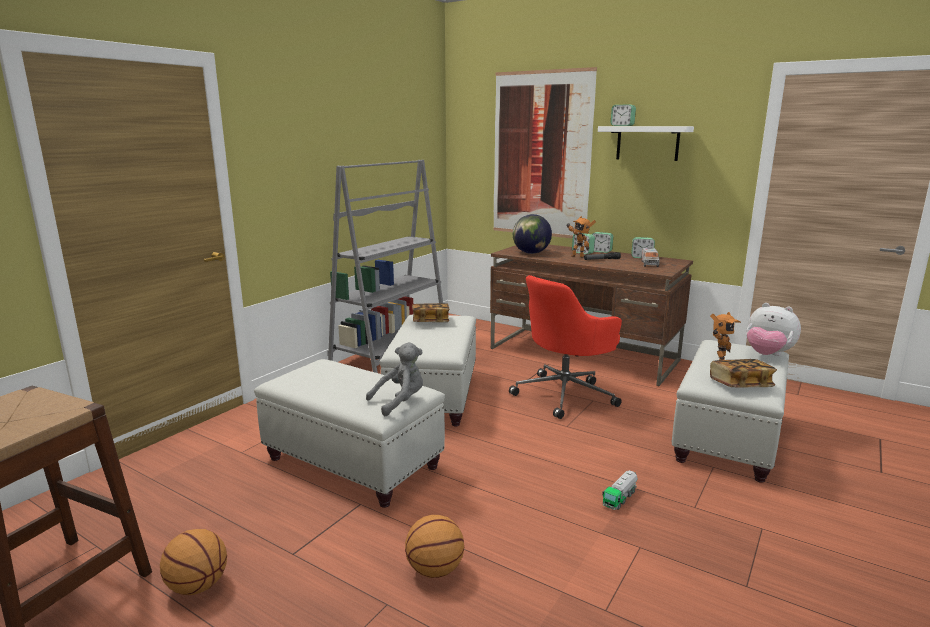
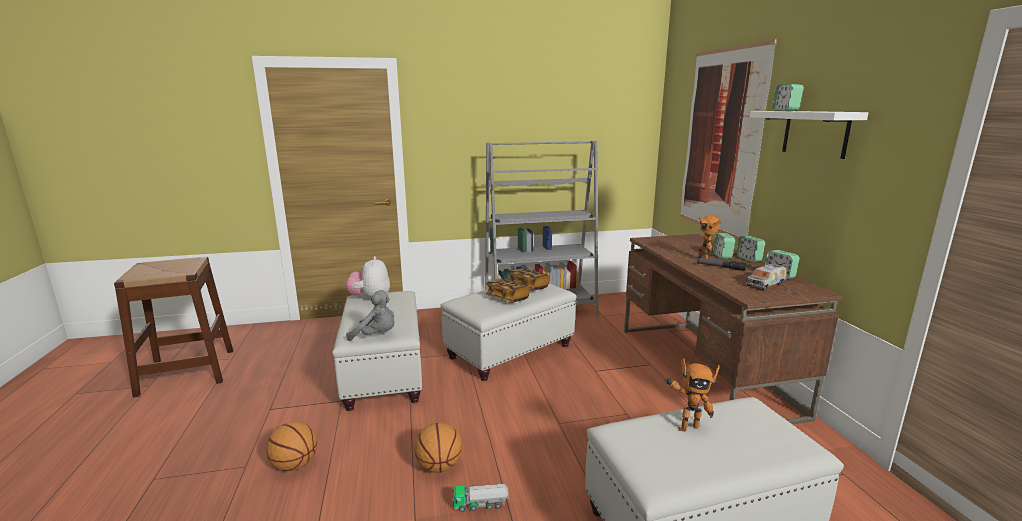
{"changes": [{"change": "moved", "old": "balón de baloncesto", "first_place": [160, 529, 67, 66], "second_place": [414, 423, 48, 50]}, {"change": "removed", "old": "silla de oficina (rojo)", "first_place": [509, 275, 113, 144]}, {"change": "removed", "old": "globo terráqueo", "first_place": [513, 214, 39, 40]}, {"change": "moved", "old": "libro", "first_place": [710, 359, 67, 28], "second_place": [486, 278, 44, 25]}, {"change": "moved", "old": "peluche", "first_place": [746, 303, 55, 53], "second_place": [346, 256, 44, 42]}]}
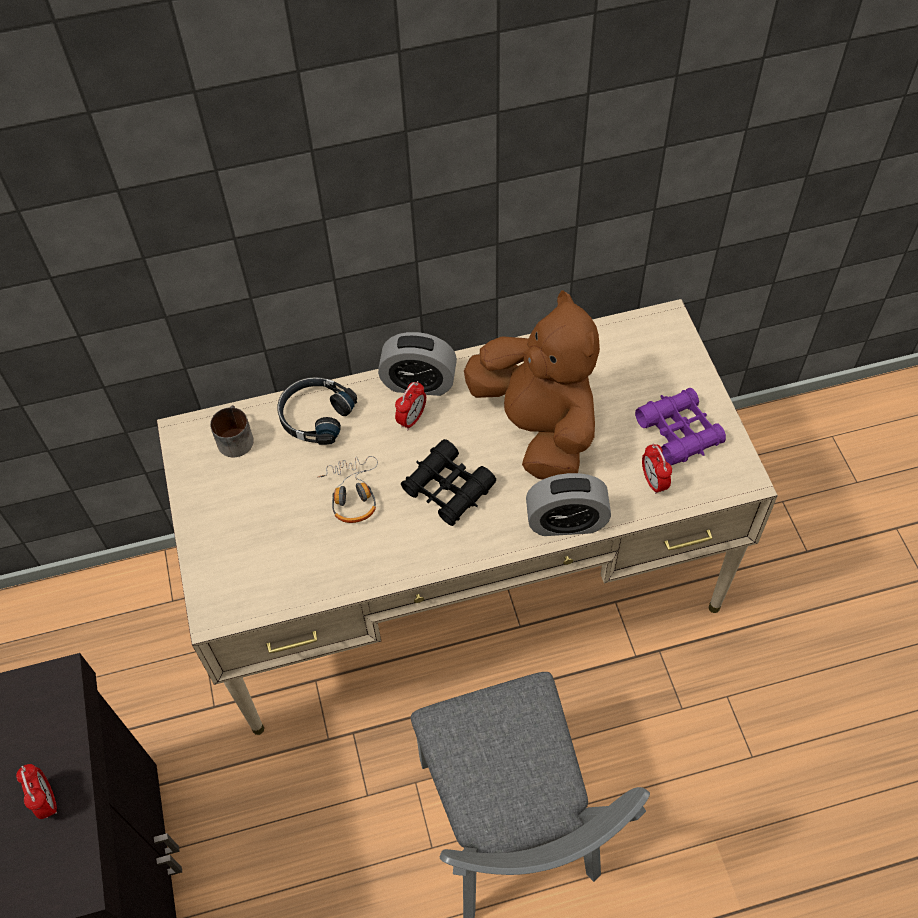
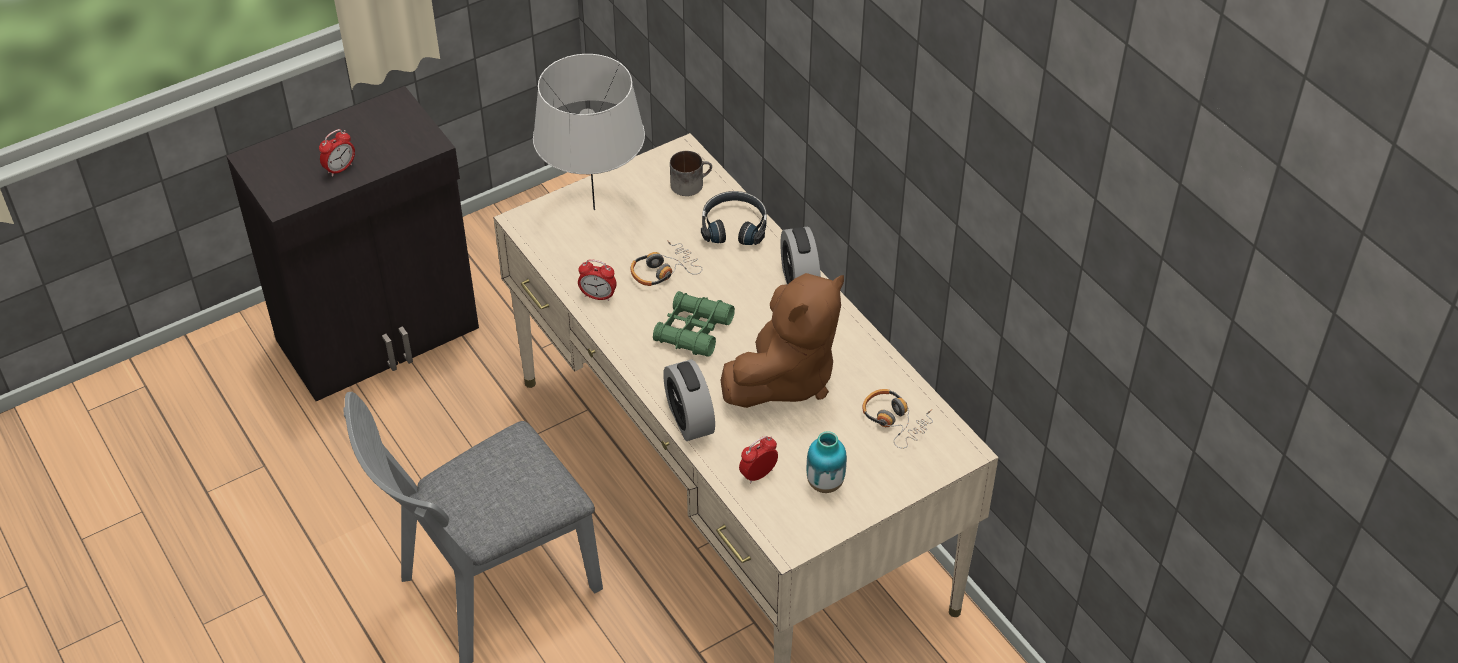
{"changes": [{"change": "moved", "old": "despertador", "first_place": [395, 381, 31, 49], "second_place": [578, 259, 39, 42]}, {"change": "recoloured", "old": "prismáticos (negro)", "new": "prismáticos (verde)", "first_place": [401, 439, 95, 87], "second_place": [653, 291, 82, 66]}, {"change": "replaced", "old": "prismáticos (morado)", "new": "florero", "first_place": [635, 388, 91, 77], "second_place": [806, 431, 41, 62]}, {"change": "added", "new": "lámpara de mesa (gris)", "second_place": [533, 54, 112, 156]}, {"change": "added", "new": "auriculares", "second_place": [862, 389, 71, 60]}]}
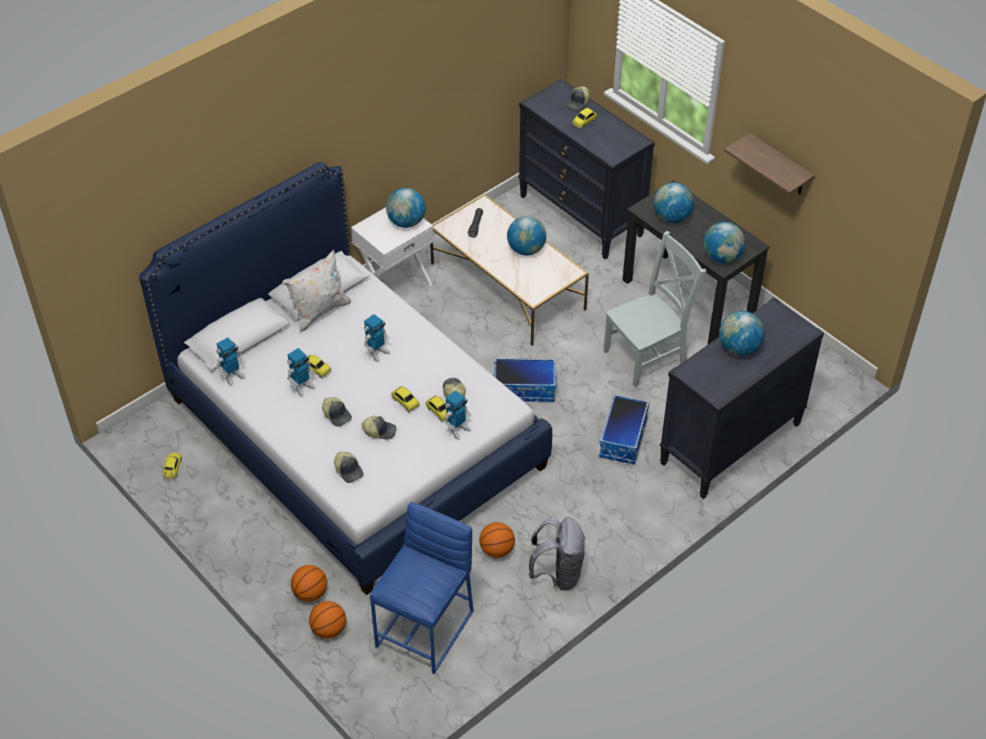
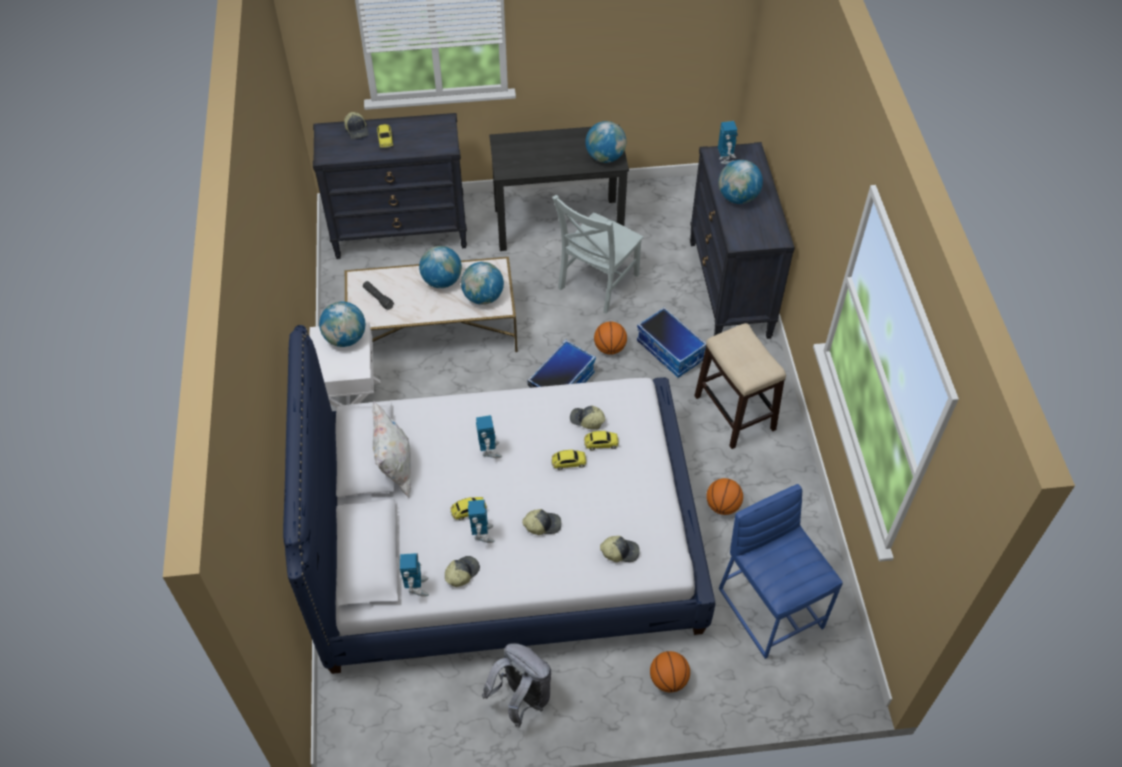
{"changes": [{"change": "removed", "old": "coche de juguete", "first_place": [163, 453, 19, 26]}, {"change": "moved", "old": "balón de baloncesto", "first_place": [309, 601, 37, 38], "second_place": [594, 321, 33, 34]}, {"change": "moved", "old": "gorra", "first_place": [361, 416, 35, 24], "second_place": [445, 556, 35, 31]}, {"change": "moved", "old": "robot de juguete", "first_place": [445, 390, 26, 50], "second_place": [718, 121, 20, 44]}, {"change": "moved", "old": "mochila (gris)", "first_place": [528, 517, 57, 74], "second_place": [482, 643, 69, 84]}, {"change": "turned", "old": "silla (gris)", "first_place": [603, 231, 103, 156], "second_place": [552, 195, 91, 118], "degrees": -150}, {"change": "moved", "old": "globo terráqueo", "first_place": [654, 183, 40, 40], "second_place": [461, 262, 43, 43]}, {"change": "removed", "old": "estante", "first_place": [724, 133, 91, 61]}, {"change": "added", "new": "taburete", "second_place": [694, 323, 92, 126]}]}
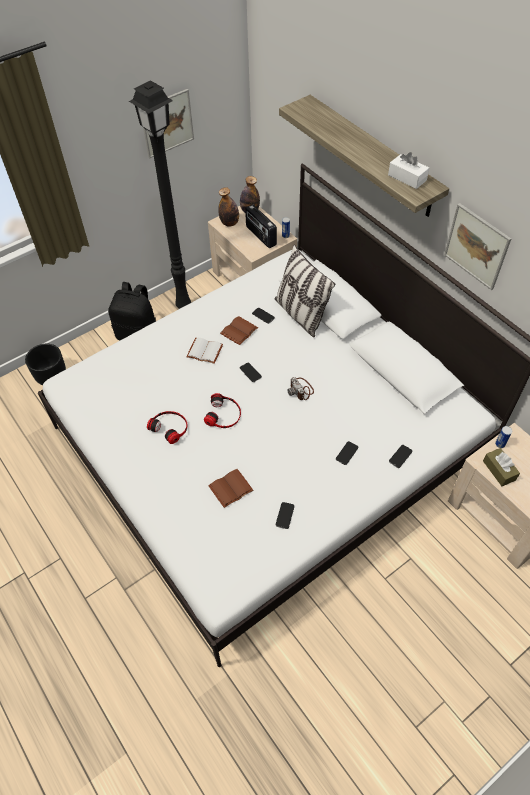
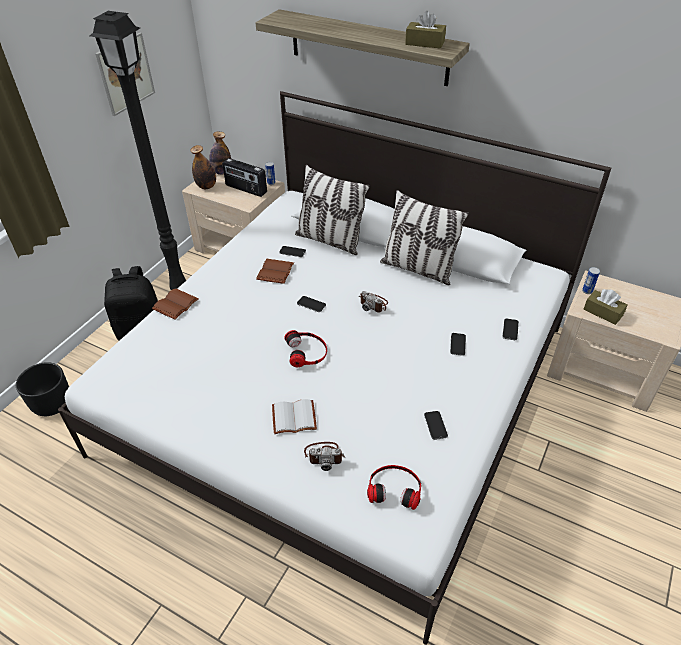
{"changes": [{"change": "moved", "old": "auriculares", "first_place": [147, 411, 40, 33], "second_place": [367, 465, 54, 45]}, {"change": "moved", "old": "libro (blanco)", "first_place": [186, 338, 37, 26], "second_place": [272, 399, 45, 35]}, {"change": "moved", "old": "libro (marrón)", "first_place": [208, 469, 45, 39], "second_place": [152, 289, 47, 31]}, {"change": "recoloured", "old": "caja de pañuelos (blanco)", "new": "caja de pañuelos (marrón)", "first_place": [388, 152, 41, 37], "second_place": [405, 11, 41, 38]}, {"change": "removed", "old": "cuadro", "first_place": [444, 203, 68, 87]}, {"change": "added", "new": "cámara", "second_place": [304, 442, 42, 29]}, {"change": "added", "new": "cojín", "second_place": [380, 190, 89, 95]}]}
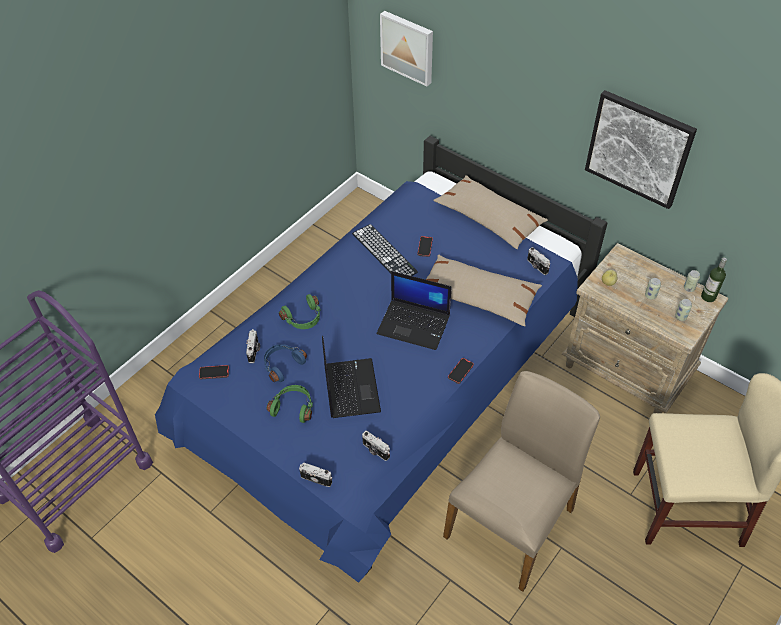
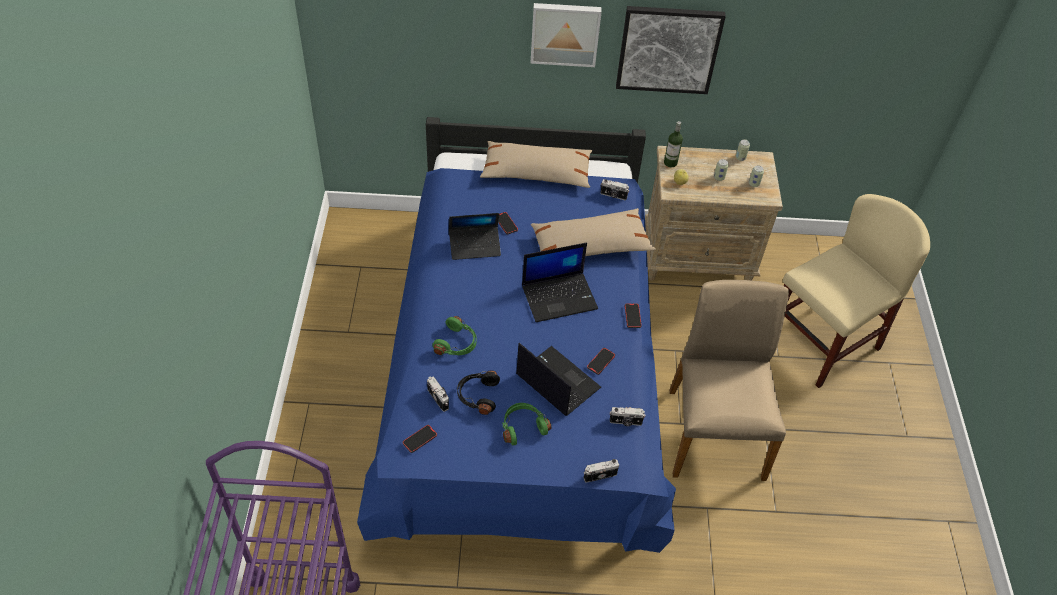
{"changes": [{"change": "recoloured", "old": "auriculares (azul)", "new": "auriculares (negro)", "first_place": [264, 344, 43, 38], "second_place": [457, 370, 43, 45]}, {"change": "replaced", "old": "teclado", "new": "portátil", "first_place": [352, 224, 66, 52], "second_place": [449, 213, 52, 47]}, {"change": "moved", "old": "cuadro", "first_place": [380, 11, 53, 75], "second_place": [530, 3, 72, 64]}, {"change": "moved", "old": "botella", "first_place": [701, 258, 26, 44], "second_place": [664, 121, 19, 46]}, {"change": "added", "new": "móvil", "second_place": [587, 348, 28, 27]}]}
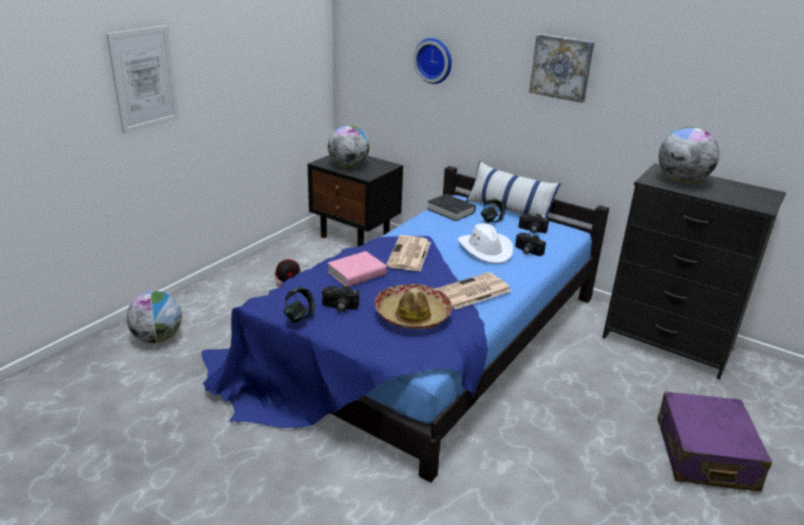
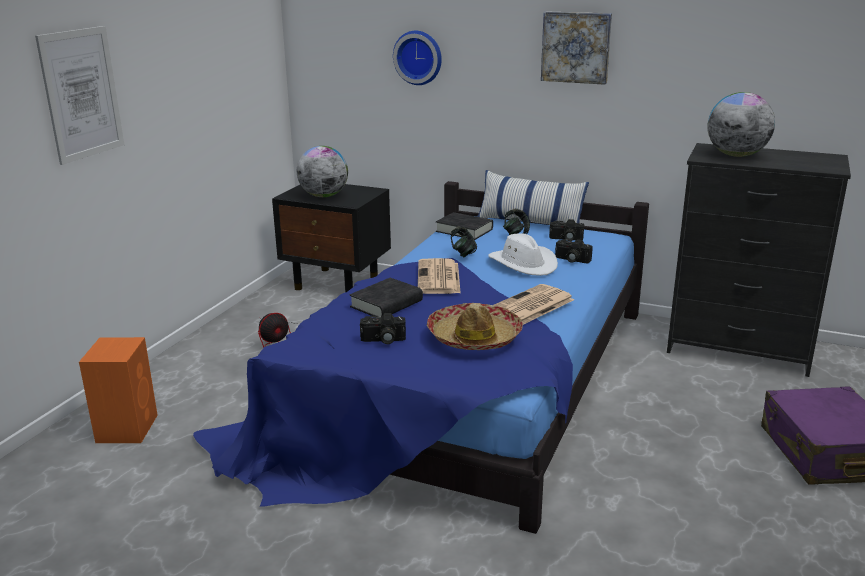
{"changes": [{"change": "replaced", "old": "globo terráqueo", "new": "altavoz (naranja)", "first_place": [126, 291, 56, 52], "second_place": [79, 337, 79, 106]}, {"change": "moved", "old": "auriculares", "first_place": [283, 287, 32, 36], "second_place": [451, 226, 26, 32]}, {"change": "recoloured", "old": "libro (rosa)", "new": "libro (negro)", "first_place": [327, 251, 60, 35], "second_place": [350, 278, 73, 40]}]}
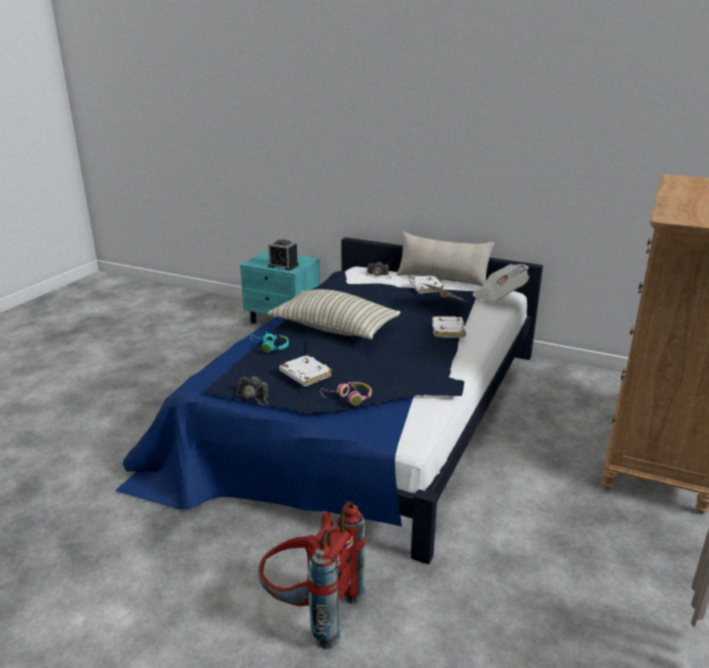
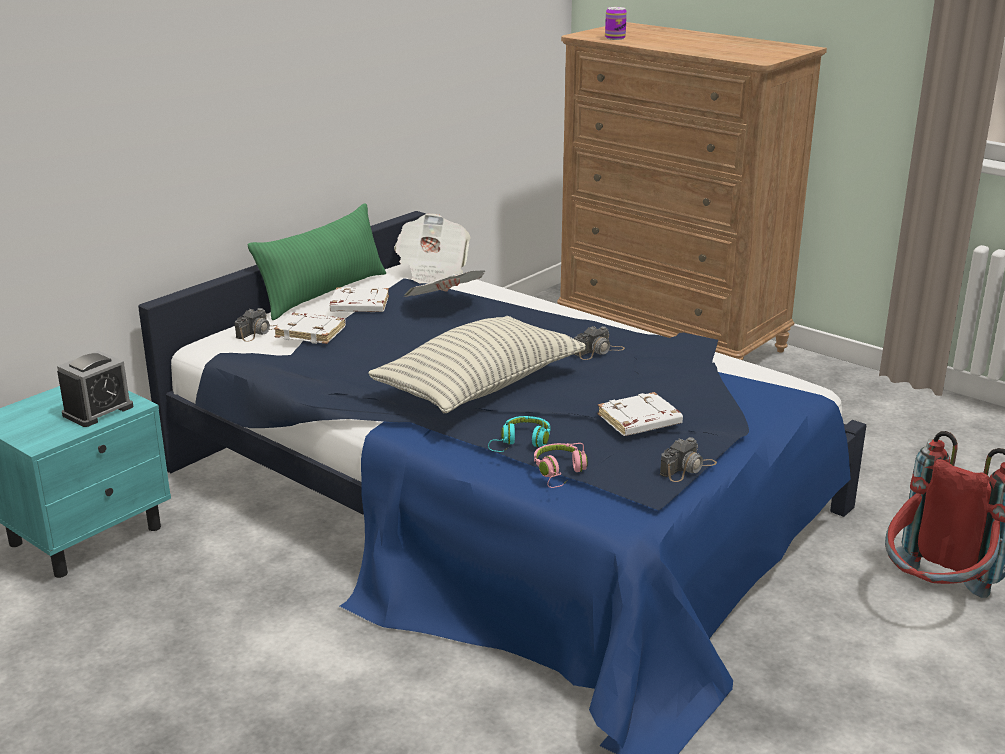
{"changes": [{"change": "moved", "old": "auriculares (rosa)", "first_place": [320, 382, 52, 23], "second_place": [534, 443, 54, 45]}, {"change": "recoloured", "old": "cojín (beis)", "new": "cojín (verde)", "first_place": [396, 232, 98, 55], "second_place": [248, 203, 138, 117]}, {"change": "moved", "old": "libro (blanco)", "first_place": [432, 316, 34, 22], "second_place": [274, 312, 72, 32]}, {"change": "added", "new": "cámara", "second_place": [574, 326, 51, 34]}, {"change": "added", "new": "lata", "second_place": [605, 7, 22, 33]}]}
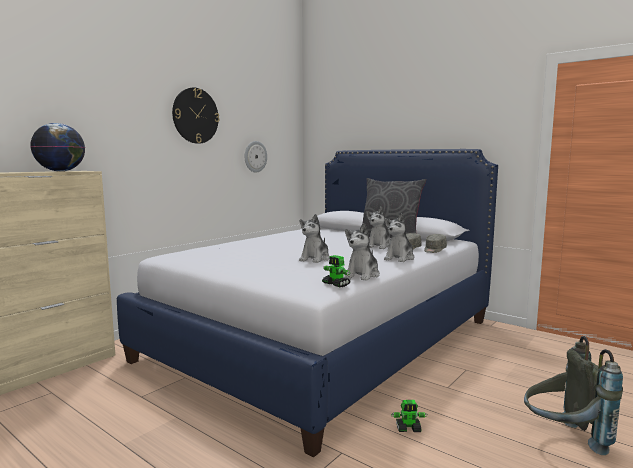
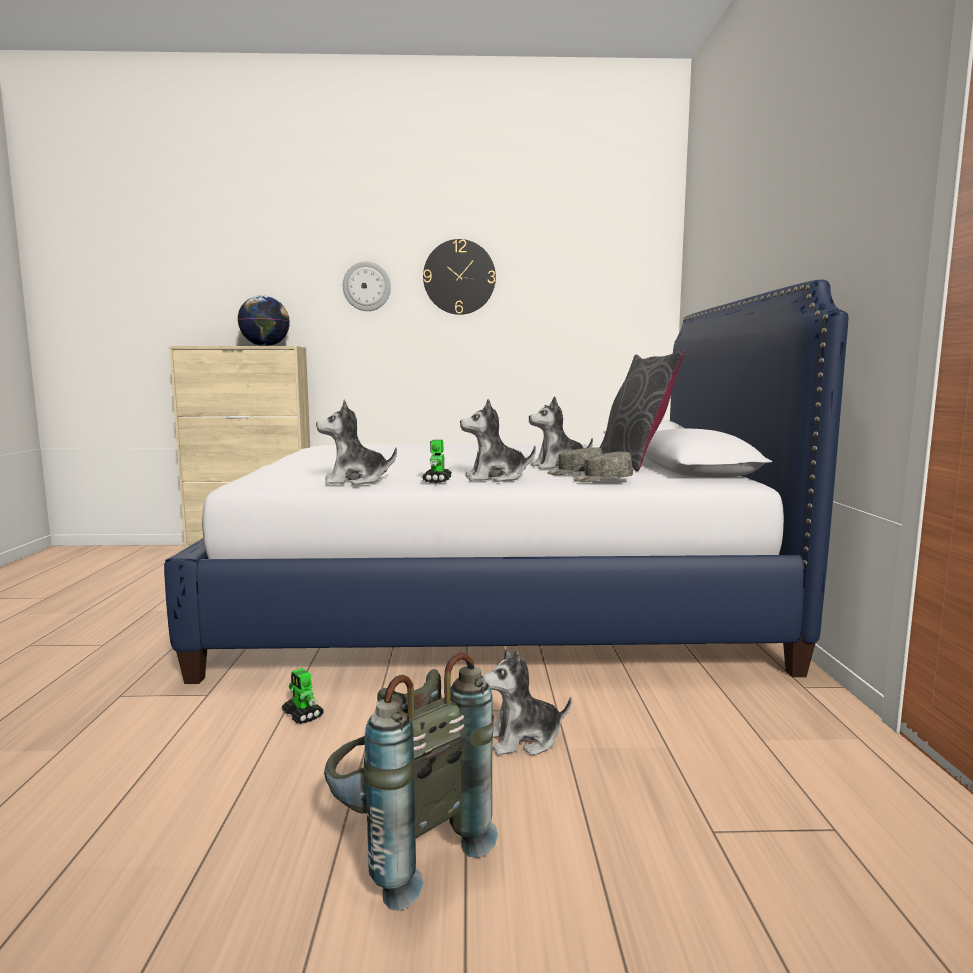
{"changes": [{"change": "moved", "old": "reloj de pared", "first_place": [245, 141, 22, 32], "second_place": [343, 261, 48, 50]}, {"change": "moved", "old": "peluche", "first_place": [299, 214, 31, 49], "second_place": [481, 649, 91, 107]}, {"change": "moved", "old": "robot de juguete", "first_place": [322, 255, 28, 32], "second_place": [422, 440, 30, 43]}]}
